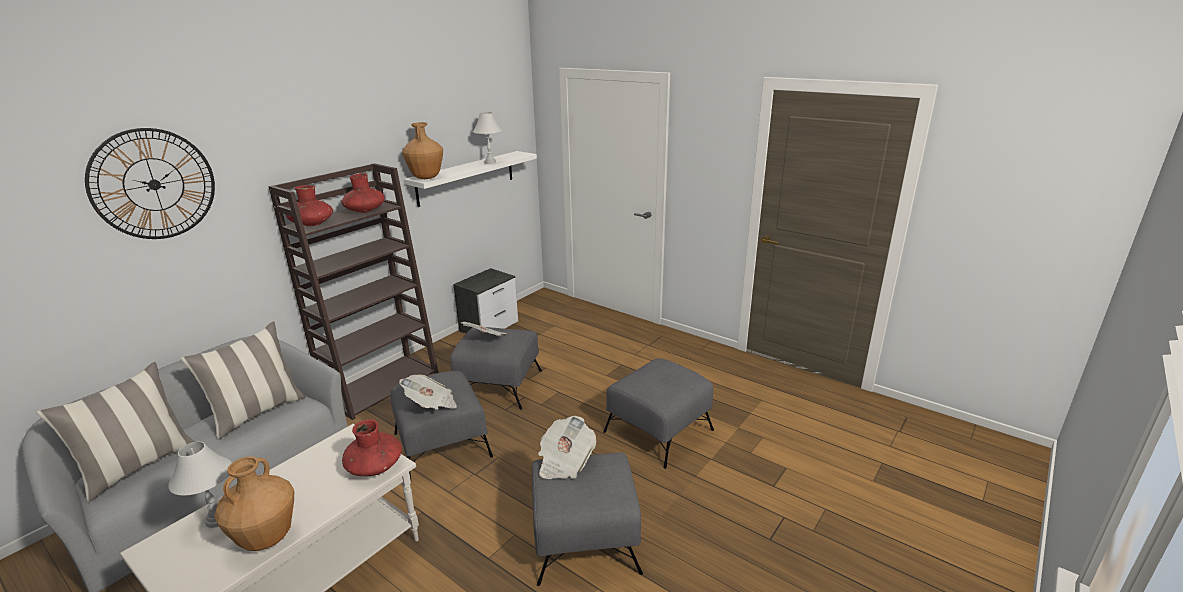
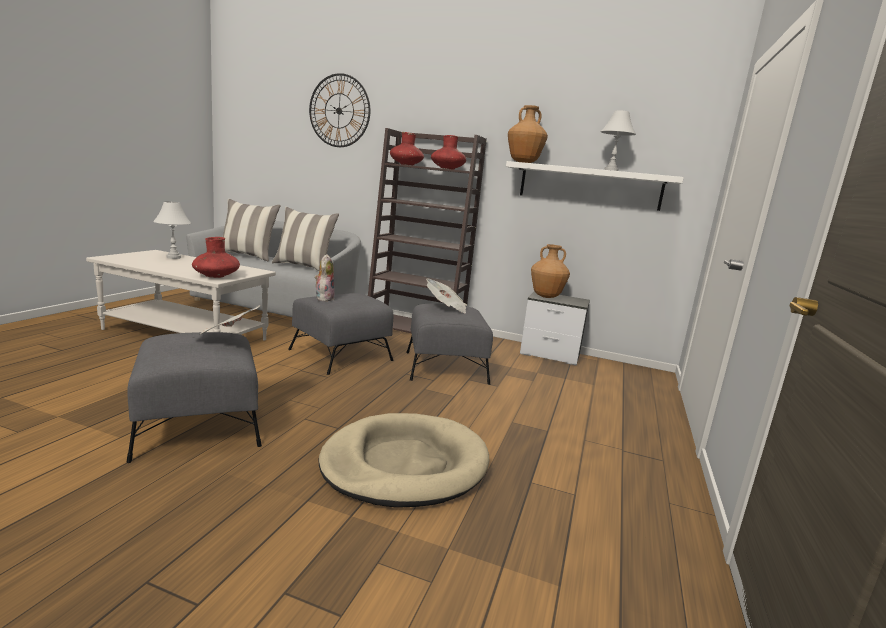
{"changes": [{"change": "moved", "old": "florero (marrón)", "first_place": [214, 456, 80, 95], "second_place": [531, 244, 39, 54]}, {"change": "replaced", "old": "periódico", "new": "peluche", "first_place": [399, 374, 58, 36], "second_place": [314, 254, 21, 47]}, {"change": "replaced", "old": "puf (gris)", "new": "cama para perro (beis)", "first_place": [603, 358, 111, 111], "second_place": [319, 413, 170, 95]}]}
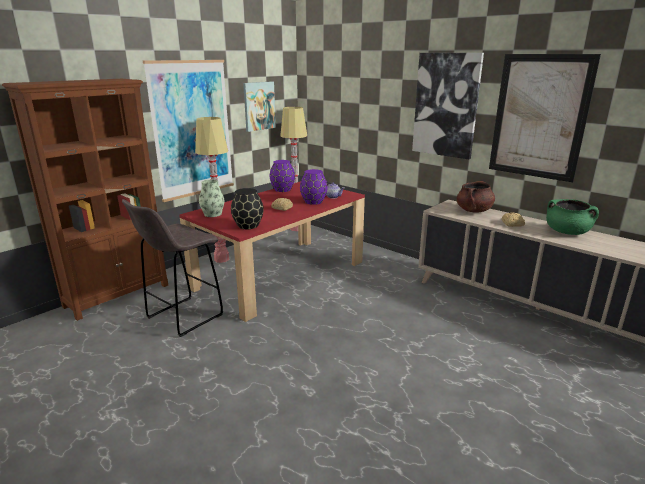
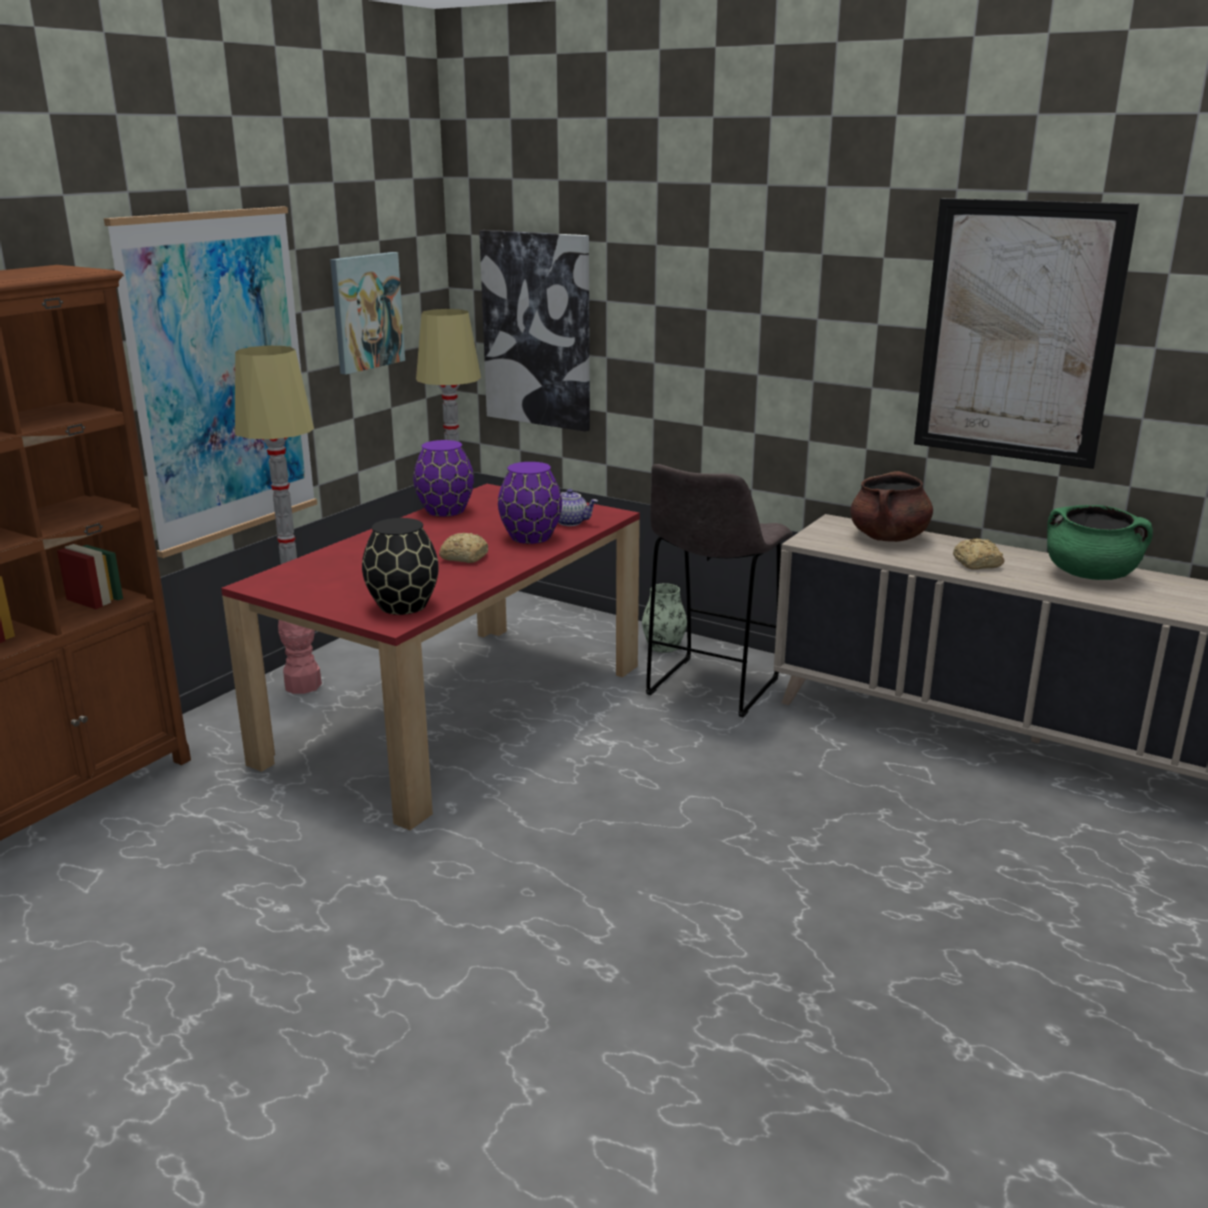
{"changes": [{"change": "moved", "old": "taburete (gris)", "first_place": [122, 199, 101, 138], "second_place": [646, 464, 147, 253]}, {"change": "moved", "old": "florero", "first_place": [199, 180, 25, 37], "second_place": [642, 583, 45, 69]}, {"change": "moved", "old": "cuadro", "first_place": [412, 53, 72, 106], "second_place": [479, 230, 111, 202]}]}
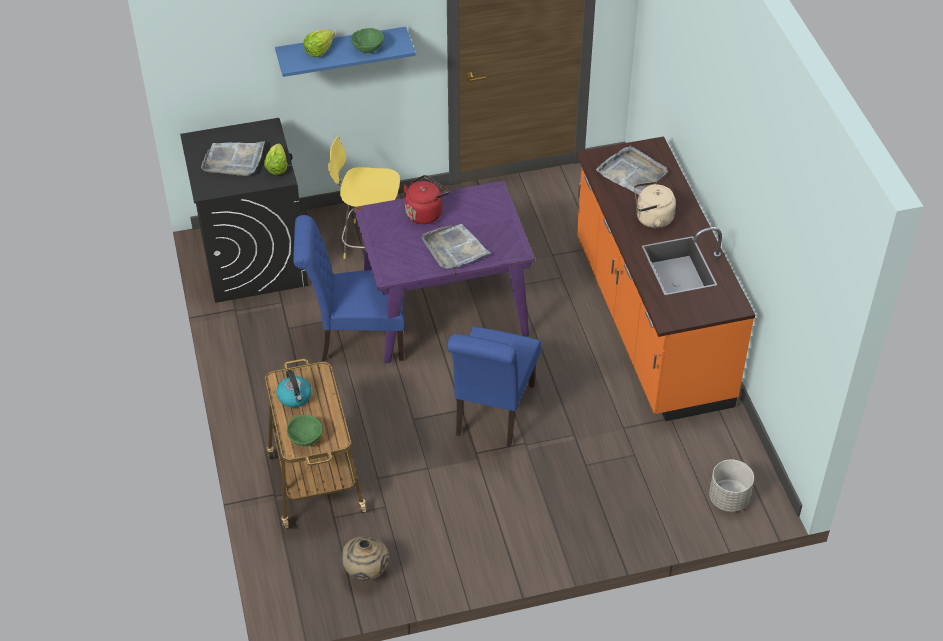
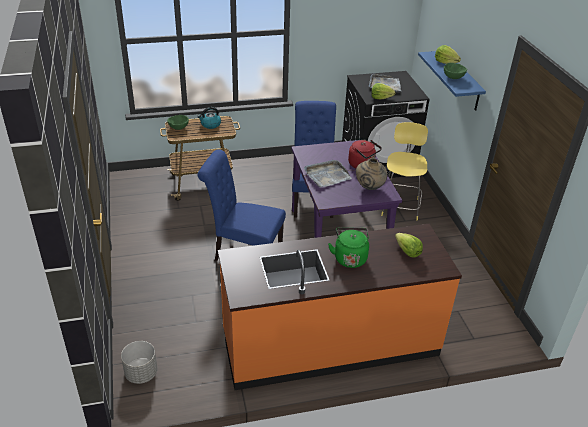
{"changes": [{"change": "moved", "old": "florero (beis)", "first_place": [341, 537, 48, 44], "second_place": [356, 158, 31, 32]}, {"change": "replaced", "old": "bandeja (gris)", "new": "lechuga", "first_place": [596, 146, 72, 49], "second_place": [395, 233, 28, 24]}, {"change": "recoloured", "old": "hervidor (beis)", "new": "hervidor (verde)", "first_place": [634, 181, 42, 47], "second_place": [328, 227, 41, 41]}]}
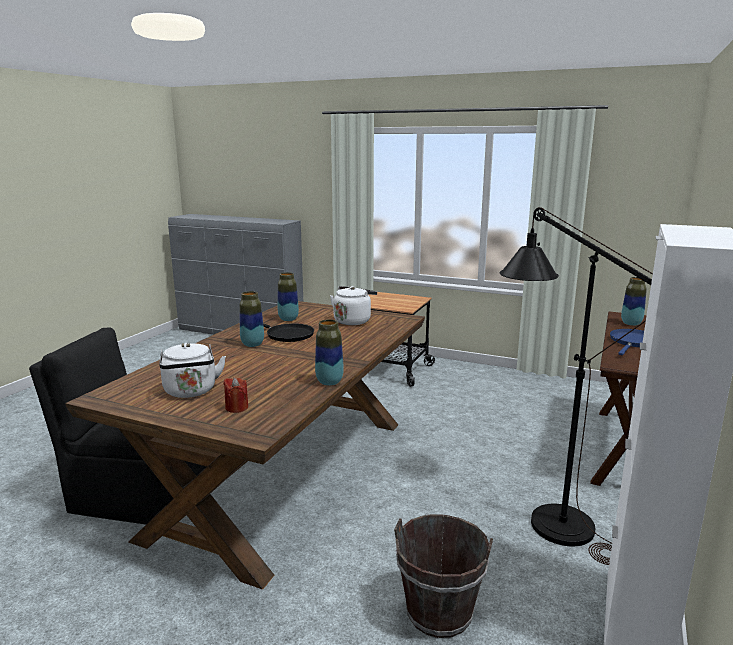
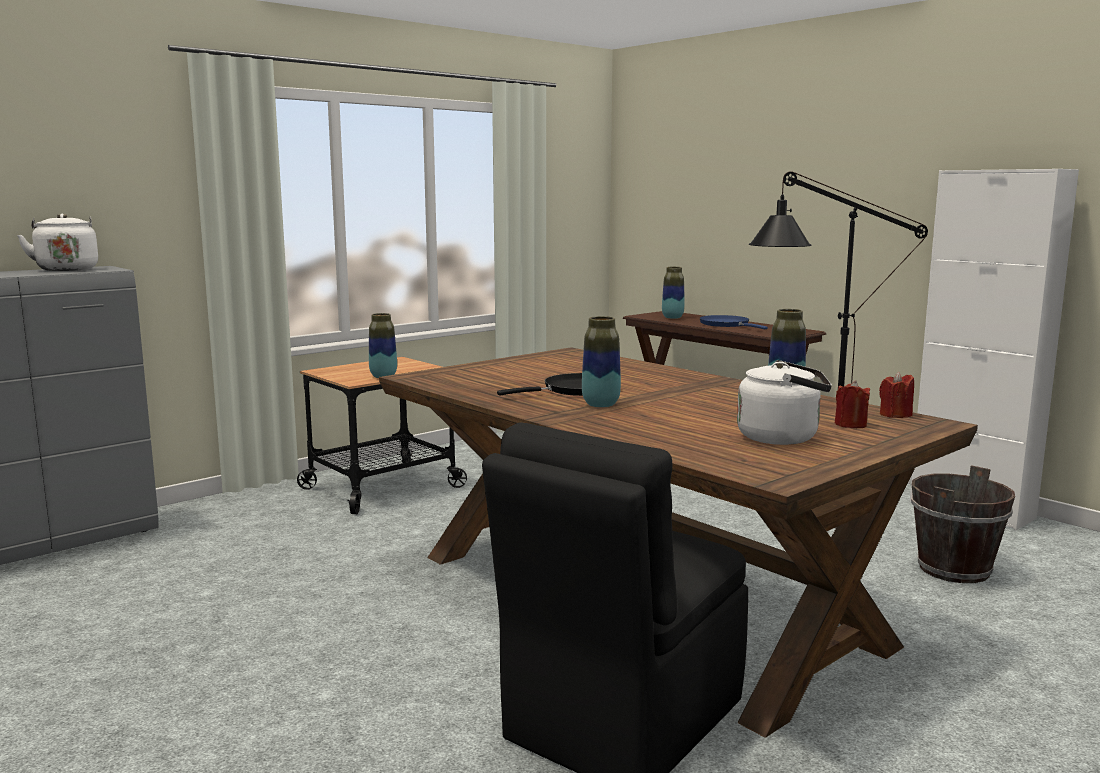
{"changes": [{"change": "moved", "old": "florero", "first_place": [278, 272, 21, 49], "second_place": [369, 313, 28, 65]}, {"change": "moved", "old": "hervidor (blanco)", "first_place": [330, 286, 47, 39], "second_place": [17, 213, 81, 58]}, {"change": "added", "new": "vela (rojo)", "second_place": [879, 372, 35, 46]}]}
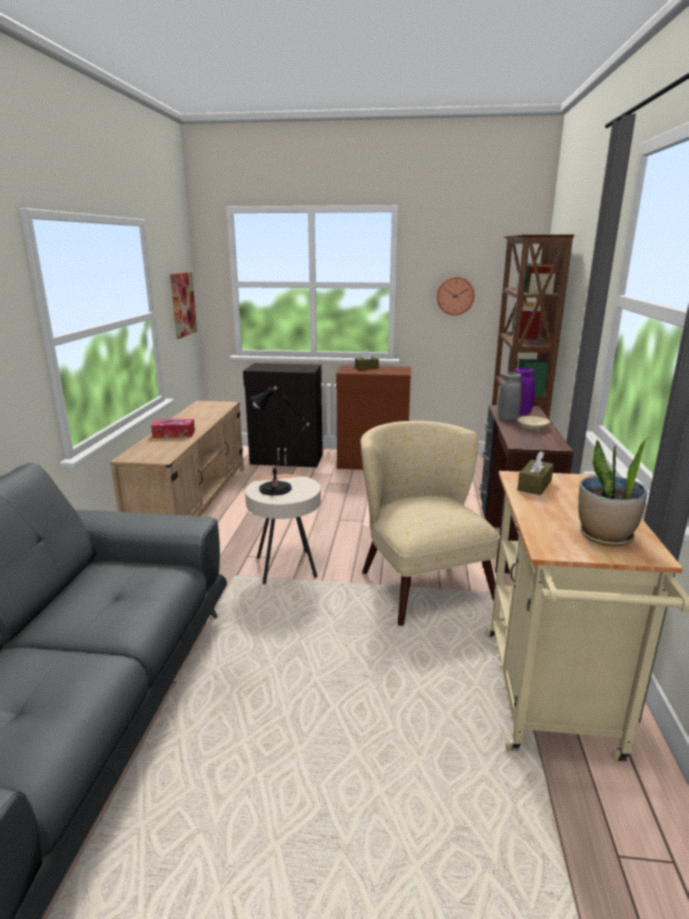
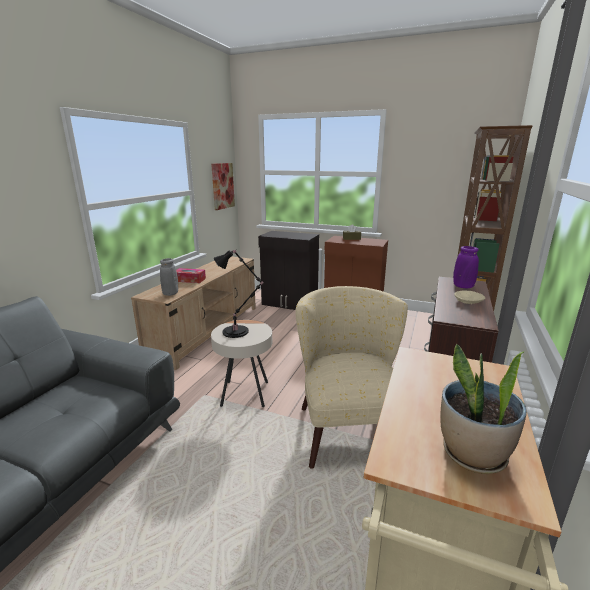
{"changes": [{"change": "removed", "old": "reloj de pared", "first_place": [437, 277, 37, 38]}, {"change": "moved", "old": "florero (gris)", "first_place": [498, 372, 24, 49], "second_place": [160, 258, 18, 38]}, {"change": "removed", "old": "caja de pañuelos (marrón)", "first_place": [517, 451, 37, 44]}]}
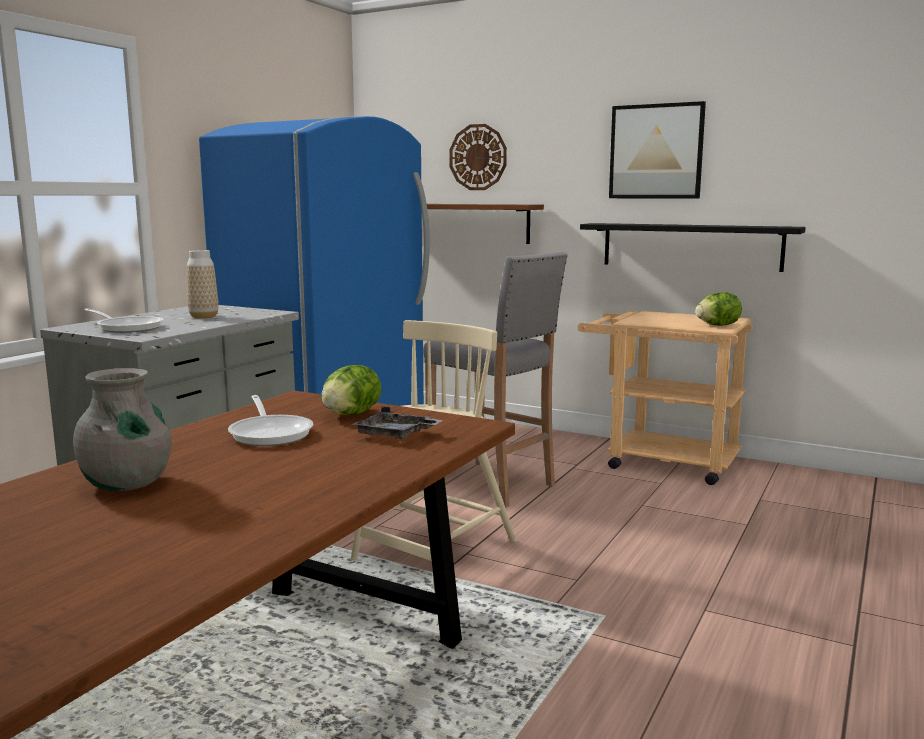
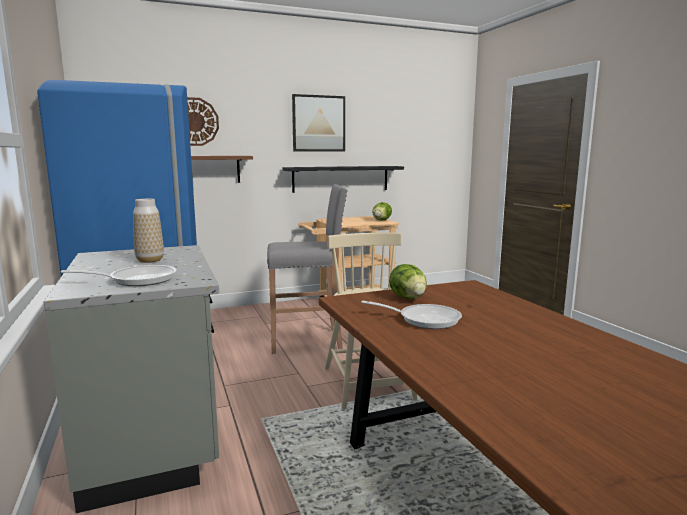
{"changes": [{"change": "removed", "old": "florero (gris)", "first_place": [73, 368, 99, 123]}, {"change": "removed", "old": "bandeja (gris)", "first_place": [352, 406, 91, 34]}]}
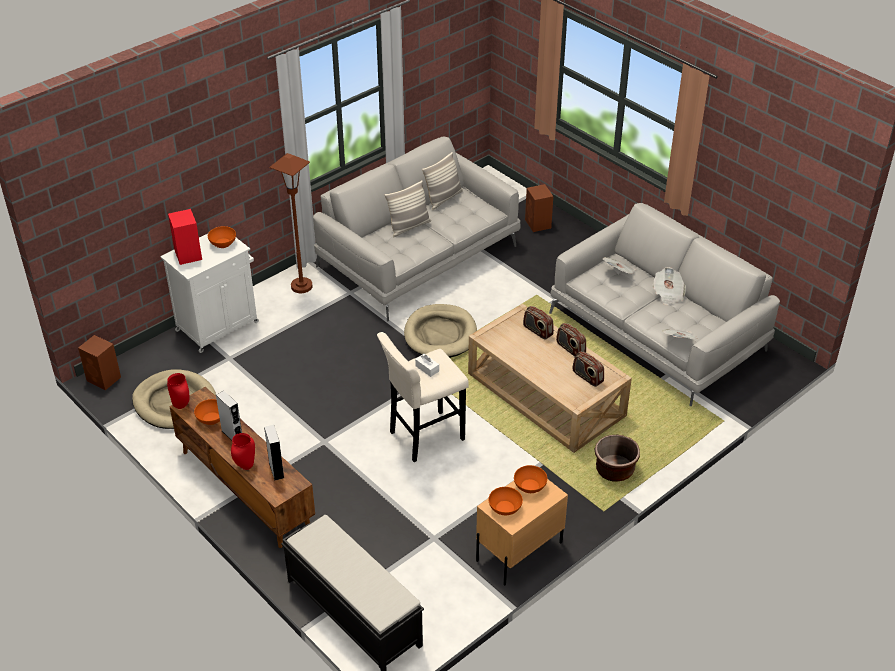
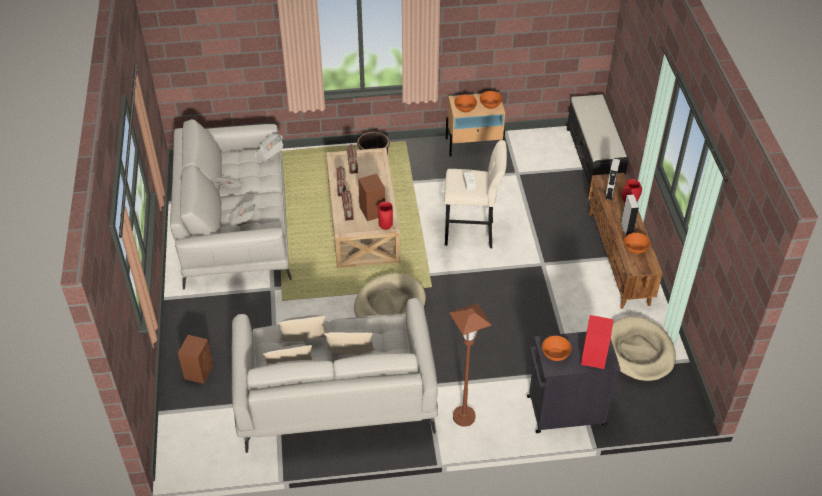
{"changes": [{"change": "moved", "old": "altavoz (marrón)", "first_place": [78, 335, 43, 55], "second_place": [358, 174, 27, 47]}, {"change": "recoloured", "old": "armario (blanco)", "new": "armario (negro)", "first_place": [160, 234, 99, 119], "second_place": [527, 332, 94, 101]}, {"change": "moved", "old": "florero (rojo)", "first_place": [167, 373, 22, 36], "second_place": [378, 202, 15, 28]}, {"change": "added", "new": "cojín", "second_place": [278, 315, 50, 26]}]}
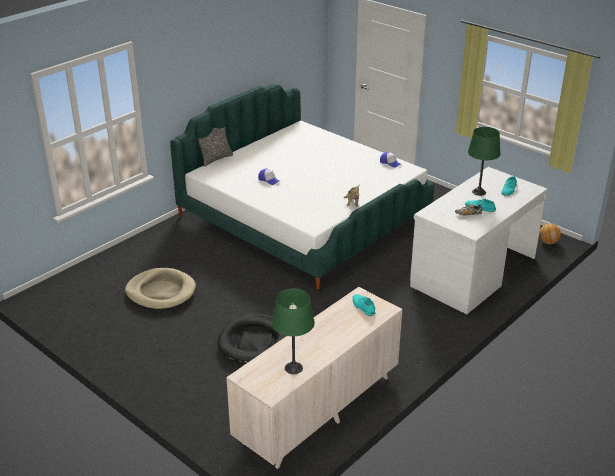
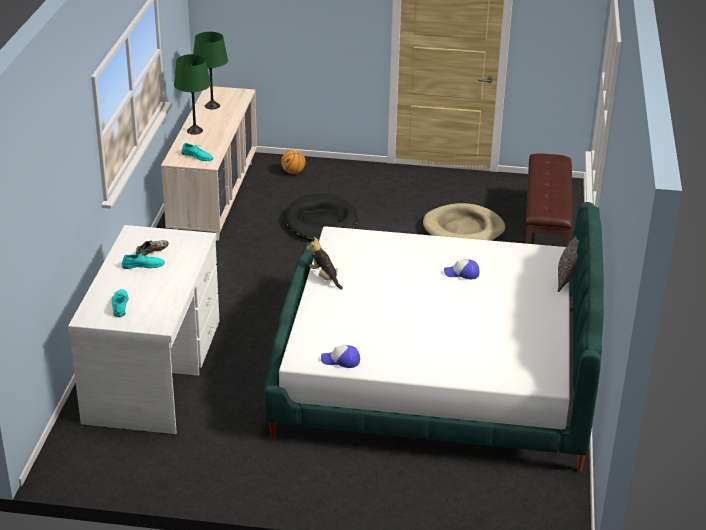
{"changes": [{"change": "moved", "old": "lámpara de mesa (verde)", "first_place": [468, 127, 32, 69], "second_place": [174, 54, 37, 81]}, {"change": "moved", "old": "balón de baloncesto", "first_place": [539, 224, 22, 20], "second_place": [281, 150, 25, 24]}, {"change": "added", "new": "banco (marrón)", "second_place": [525, 153, 47, 94]}]}
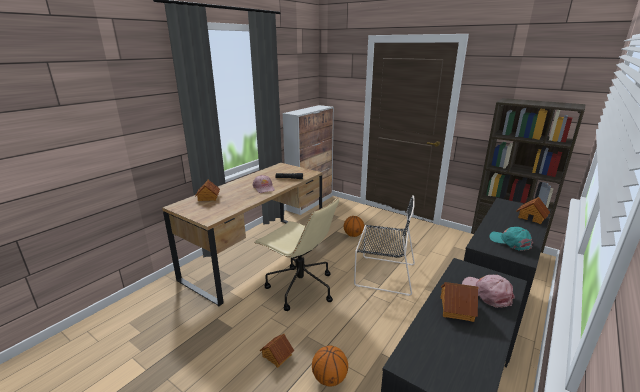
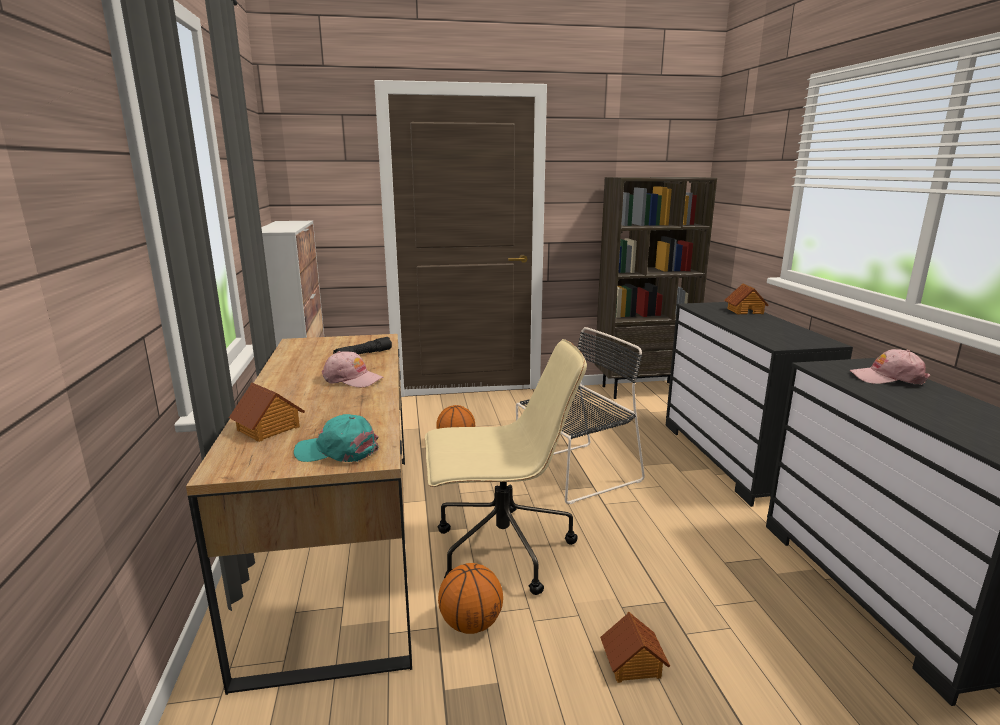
{"changes": [{"change": "moved", "old": "balón de baloncesto", "first_place": [312, 346, 36, 40], "second_place": [438, 563, 65, 71]}, {"change": "removed", "old": "casita", "first_place": [441, 282, 38, 40]}, {"change": "moved", "old": "gorra (turquesa)", "first_place": [489, 227, 44, 24], "second_place": [294, 414, 85, 48]}]}
